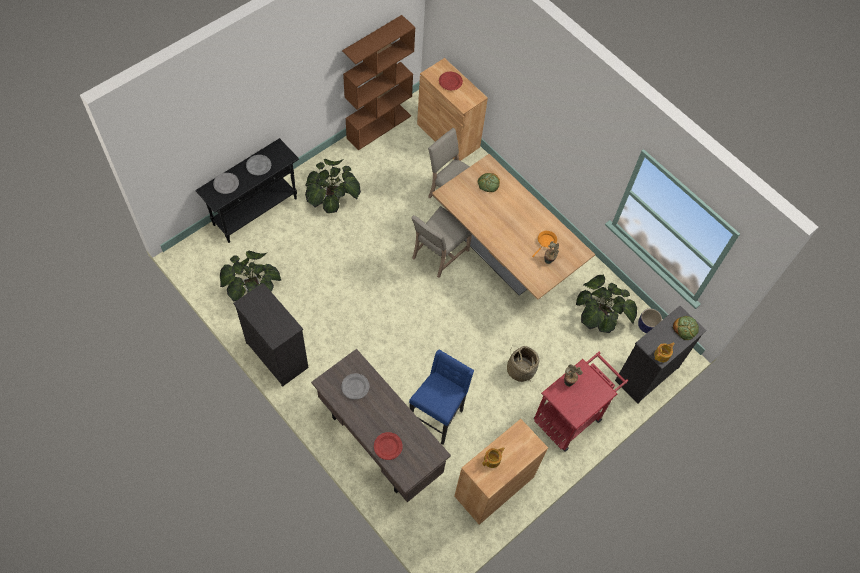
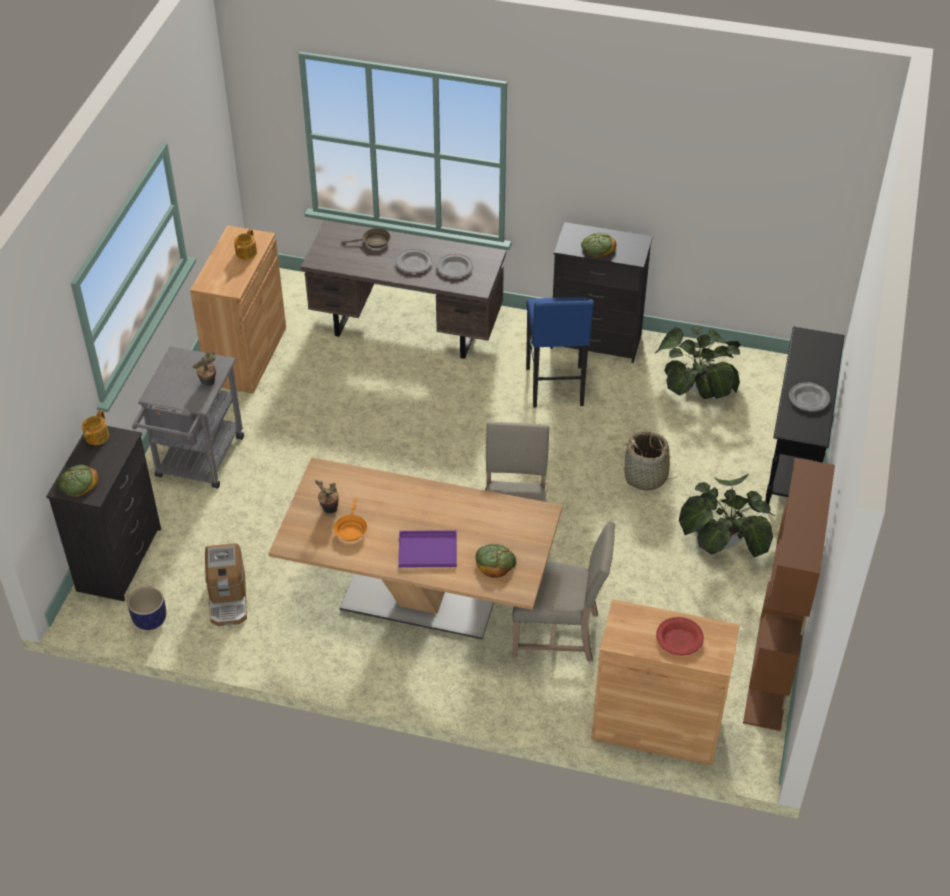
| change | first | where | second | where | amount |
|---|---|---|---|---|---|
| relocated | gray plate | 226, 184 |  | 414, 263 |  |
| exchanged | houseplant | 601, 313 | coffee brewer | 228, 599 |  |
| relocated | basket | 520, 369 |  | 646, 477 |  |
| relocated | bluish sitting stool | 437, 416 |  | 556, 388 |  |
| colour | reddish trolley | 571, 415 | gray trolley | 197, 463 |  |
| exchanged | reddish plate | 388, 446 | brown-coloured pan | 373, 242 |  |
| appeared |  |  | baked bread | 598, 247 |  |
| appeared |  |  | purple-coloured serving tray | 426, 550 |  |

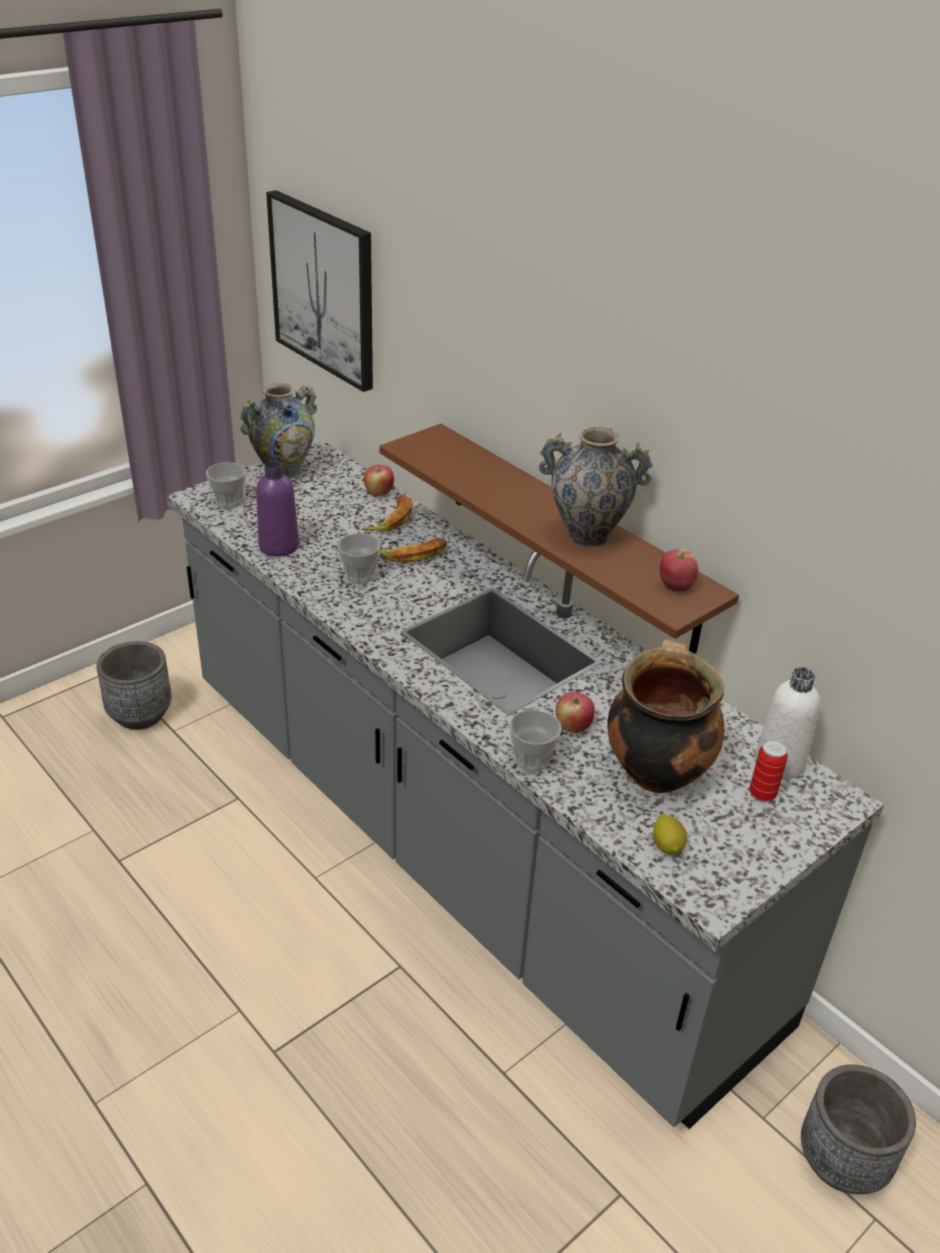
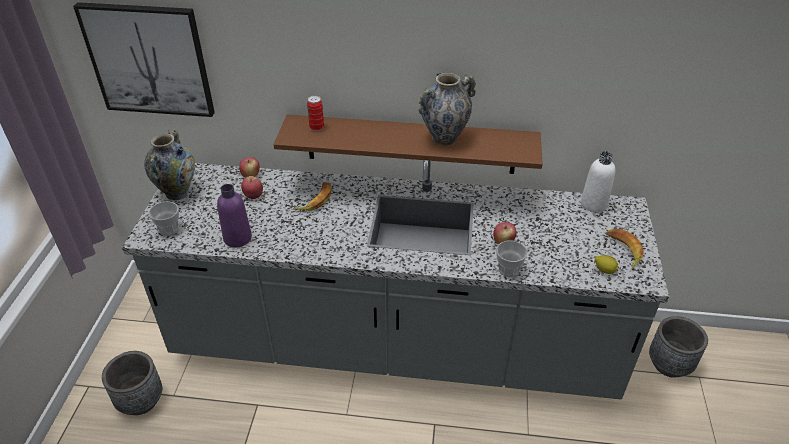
| change | first | where | second | where | amount |
|---|---|---|---|---|---|
| relocated | banana | 390, 519 |  | 623, 250 |  |
| missing | cup | 359, 576 |  |  |  |
| relocated | whole apple | 676, 586 |  | 253, 196 |  |
| missing | cooking pot | 655, 770 |  |  |  |
| relocated | metal can | 762, 794 |  | 316, 127 |  |

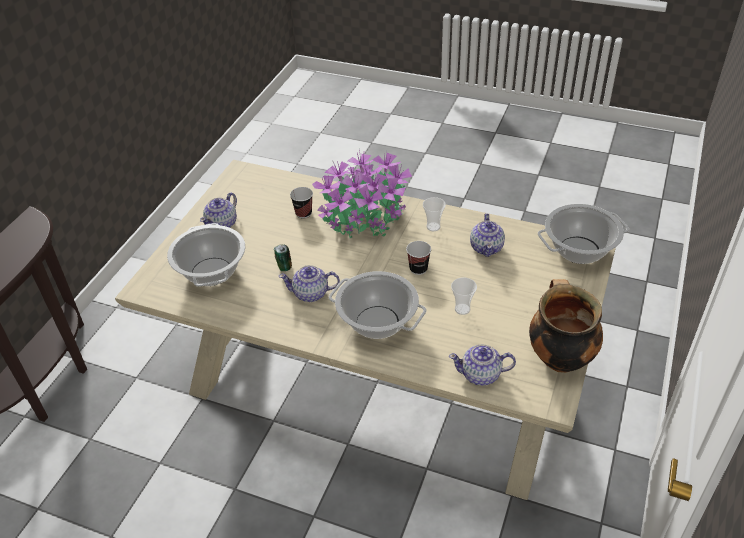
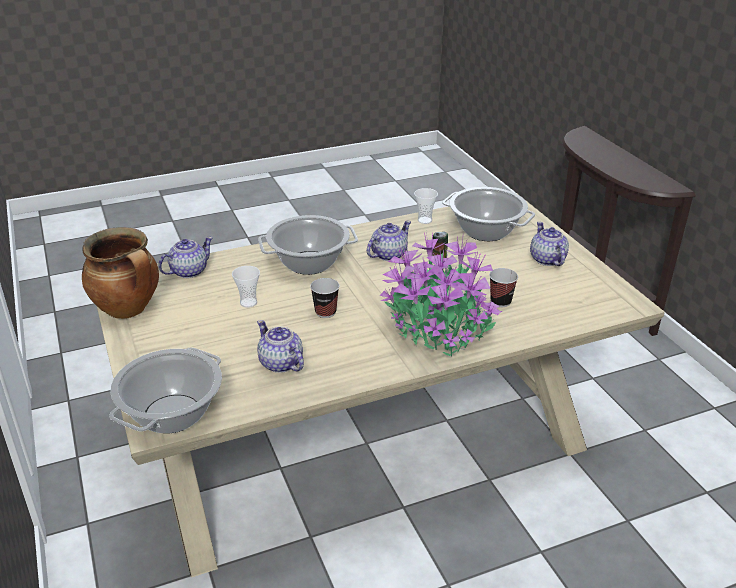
| change | first | where | second | where | amount |
|---|---|---|---|---|---|
| relocated | cup | 433, 227 |  | 424, 220 |  |

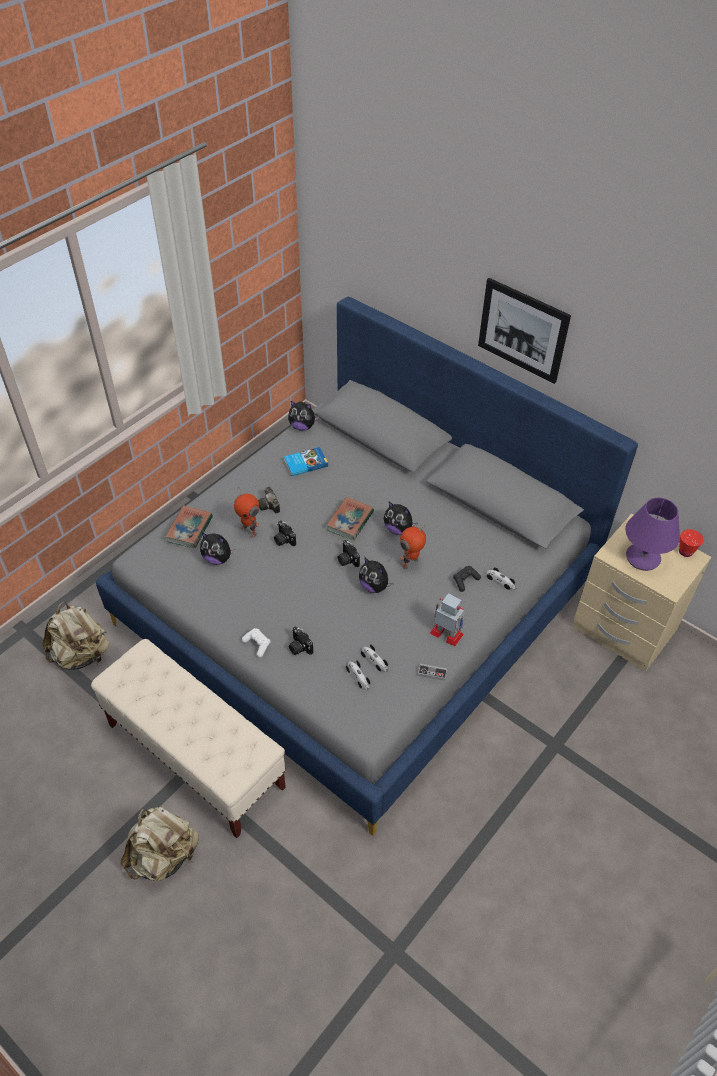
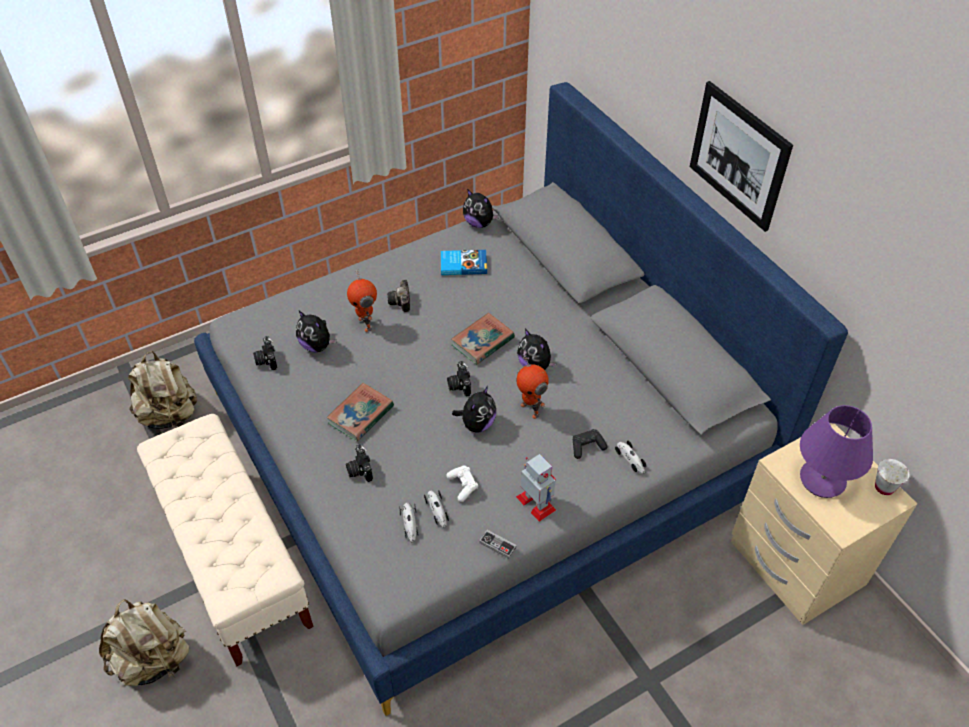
| change | first | where | second | where | amount |
|---|---|---|---|---|---|
| relocated | book | 189, 529 |  | 361, 415 |  |
| relocated | photo camera | 283, 540 |  | 266, 360 |  |
| spun | toy robot | 411, 564 |  | 531, 409 | 105 degrees counterclockwise |
| colour | reddish cup | 685, 551 | white cup | 884, 487 |  |
| spun | plush toy | 374, 586 |  | 477, 424 | 120 degrees counterclockwise |
| relocated | white game controller | 257, 645 |  | 463, 486 |  |

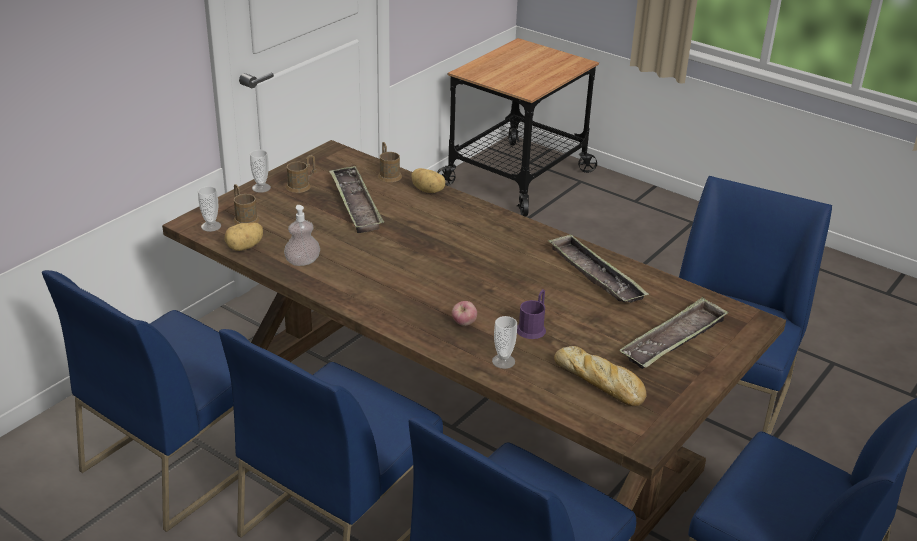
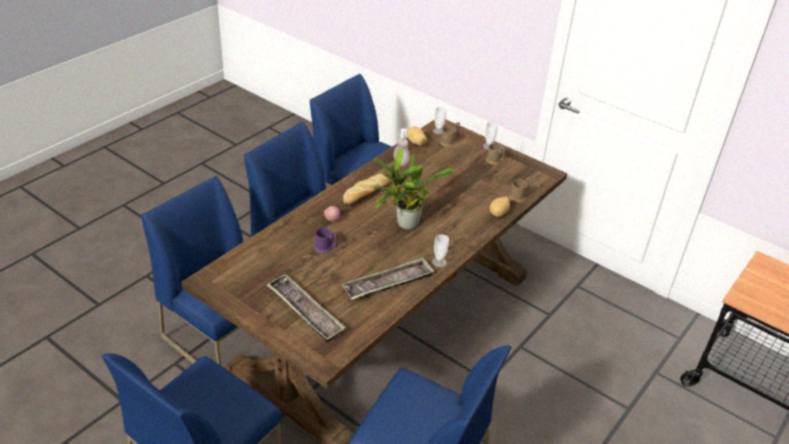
| change | first | where | second | where | amount |
|---|---|---|---|---|---|
| missing | serving tray | 355, 204 |  |  |  |
| relocated | cup | 503, 361 |  | 439, 262 |  |
| relocated | baked bread | 600, 383 |  | 365, 194 |  |
| appeared |  |  | houseplant | 404, 225 |  |

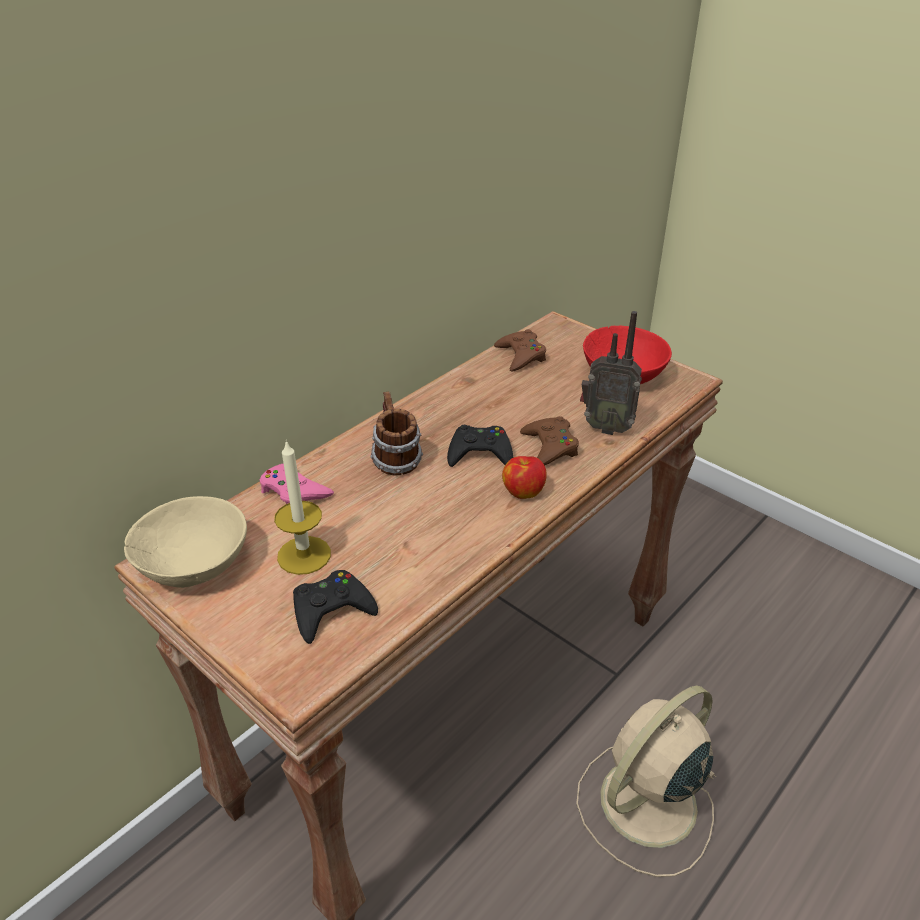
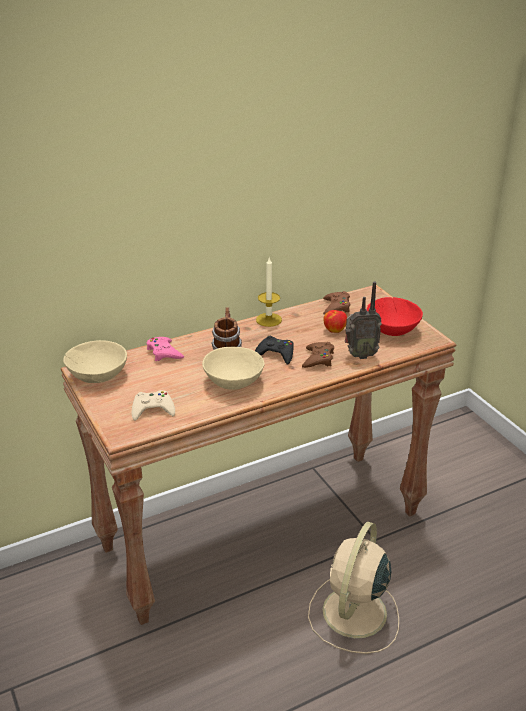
| change | first | where | second | where | amount |
|---|---|---|---|---|---|
| spun | radio | 605, 427 |  | 359, 355 | 45 degrees counterclockwise |
| relocated | wax candle | 304, 555 |  | 268, 320 |  |
| relocated | whole apple | 523, 491 |  | 334, 330 |  |
| colour | black game controller | 331, 610 | beige game controller | 153, 409 |  |
| spun | beige electric fan | 645, 804 |  | 353, 614 | 45 degrees counterclockwise |
| appeared |  |  | beige deep dish | 233, 382 |  |

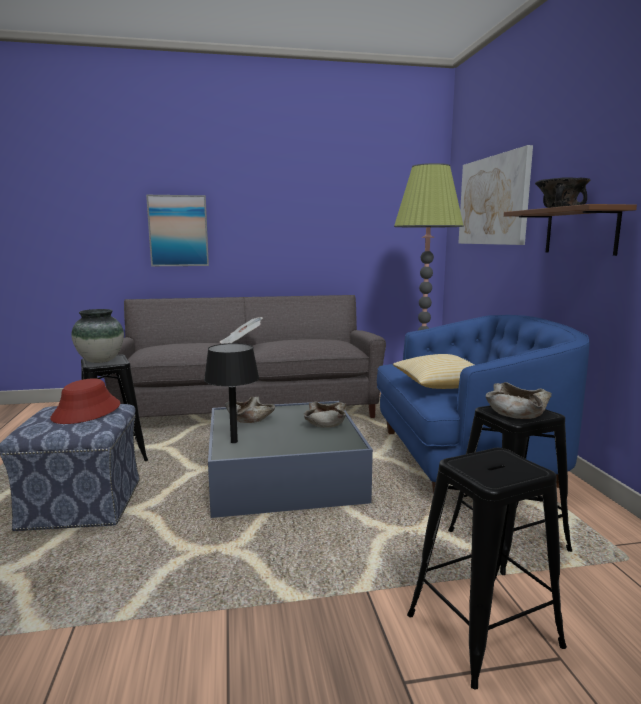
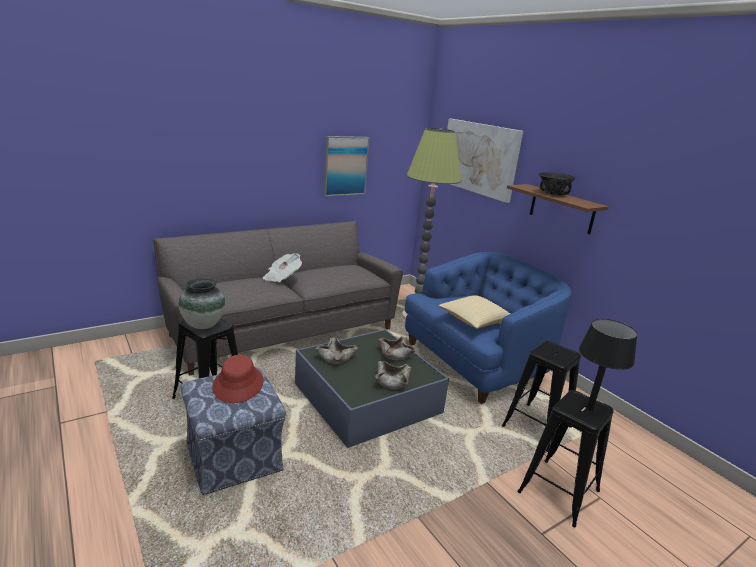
| change | first | where | second | where | amount |
|---|---|---|---|---|---|
| relocated | wall picture | 178, 231 |  | 345, 166 |  |
| relocated | black lamp for a table | 234, 442 |  | 590, 408 |  |
| relocated | beige deep dish | 517, 412 |  | 392, 381 |  |

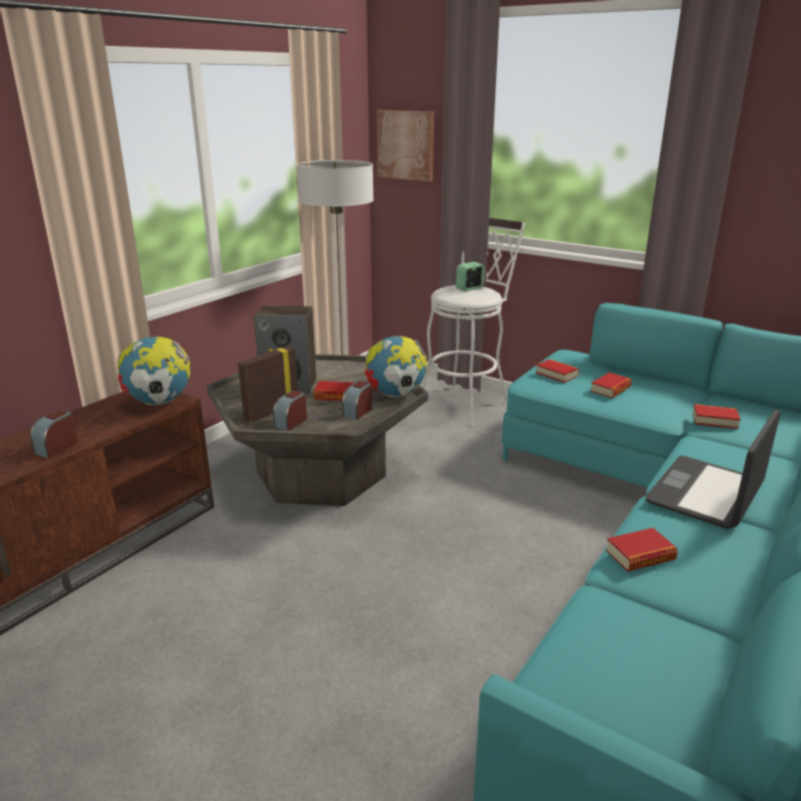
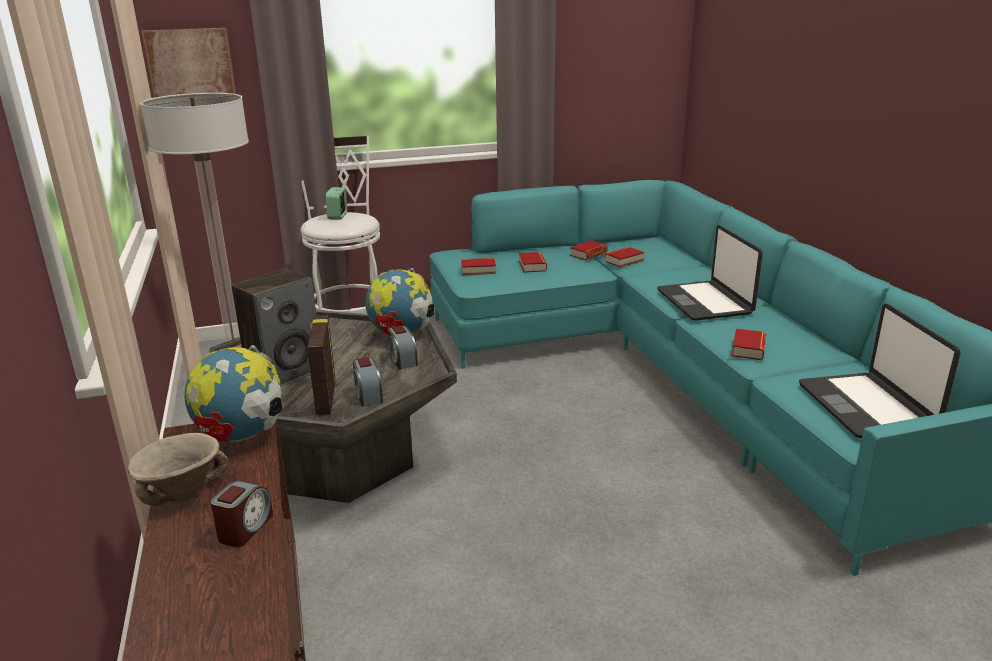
| change | first | where | second | where | amount |
|---|---|---|---|---|---|
| relocated | book | 334, 396 |  | 588, 254 |  |
| spun | table clock | 57, 447 |  | 245, 528 | 135 degrees counterclockwise |
| appeared |  |  | notebook computer | 867, 406 |  |
| appeared |  |  | beige deep dish | 182, 492 |  |

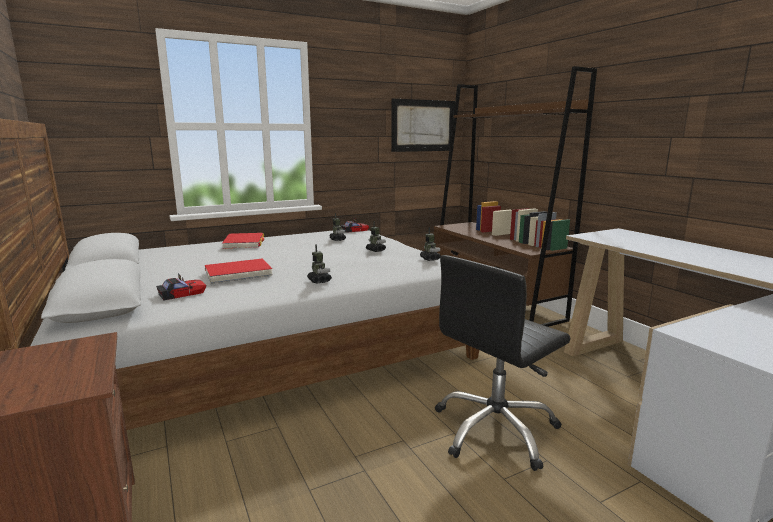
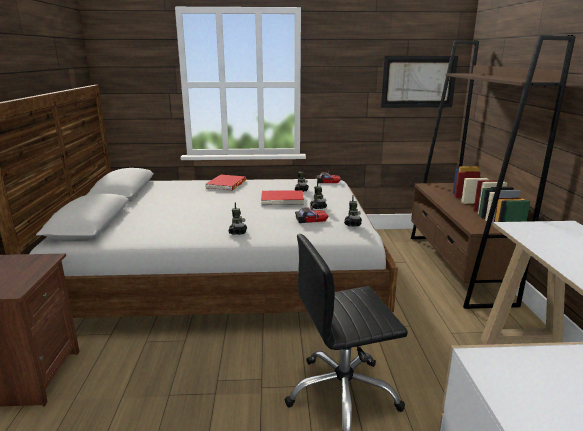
| change | first | where | second | where | amount |
|---|---|---|---|---|---|
| relocated | reddish book | 238, 274 |  | 282, 200 |  |
| relocated | model car | 182, 293 |  | 311, 219 |  |

